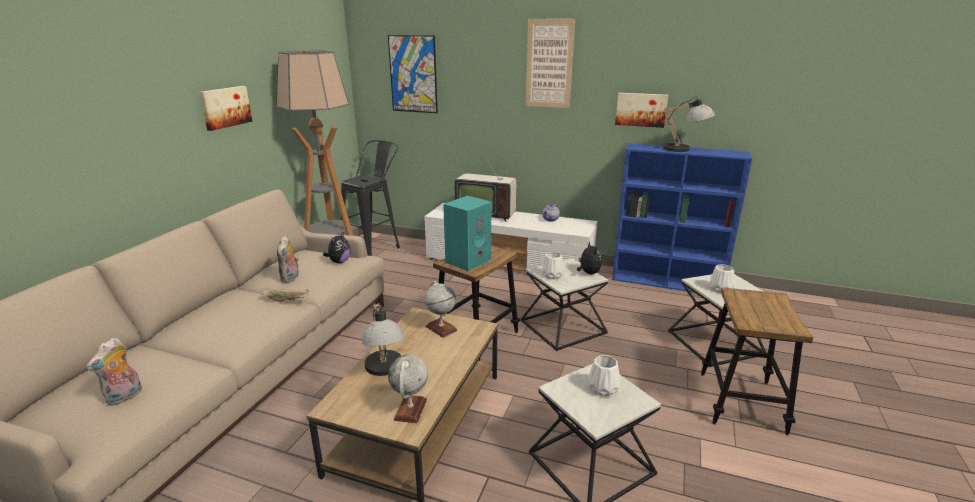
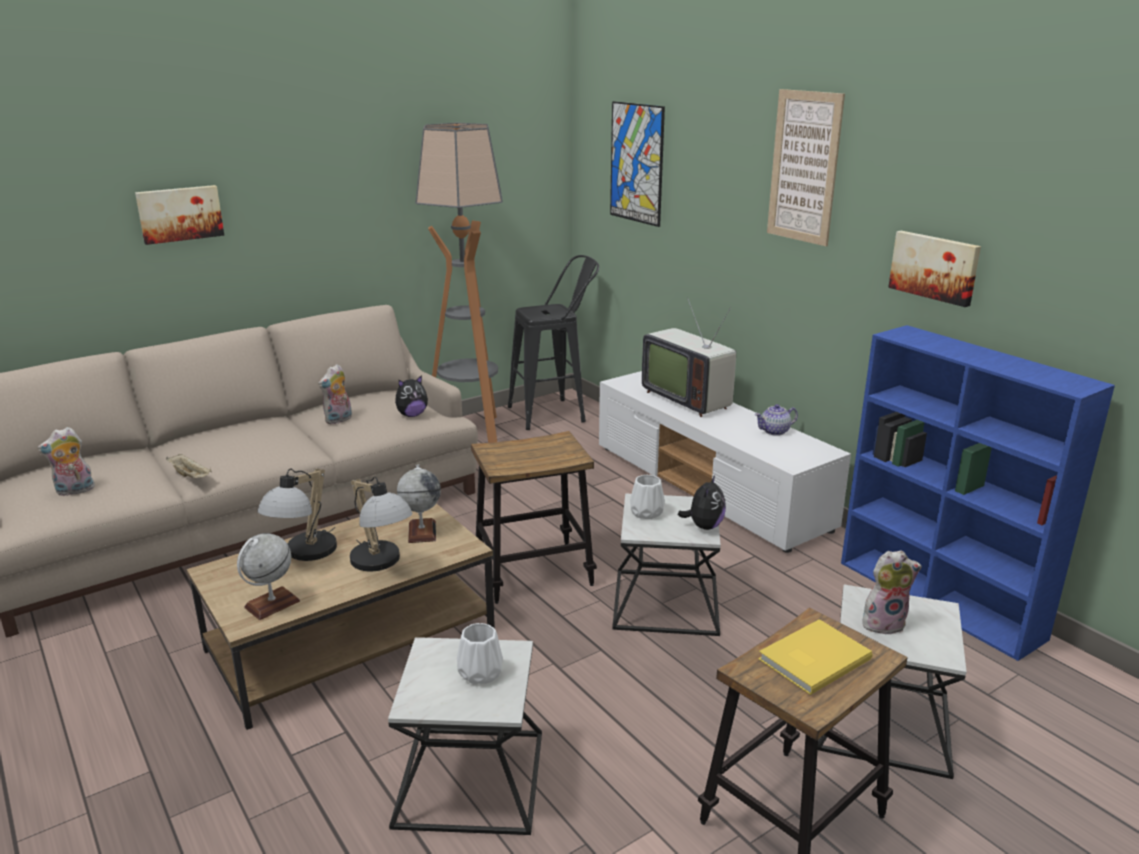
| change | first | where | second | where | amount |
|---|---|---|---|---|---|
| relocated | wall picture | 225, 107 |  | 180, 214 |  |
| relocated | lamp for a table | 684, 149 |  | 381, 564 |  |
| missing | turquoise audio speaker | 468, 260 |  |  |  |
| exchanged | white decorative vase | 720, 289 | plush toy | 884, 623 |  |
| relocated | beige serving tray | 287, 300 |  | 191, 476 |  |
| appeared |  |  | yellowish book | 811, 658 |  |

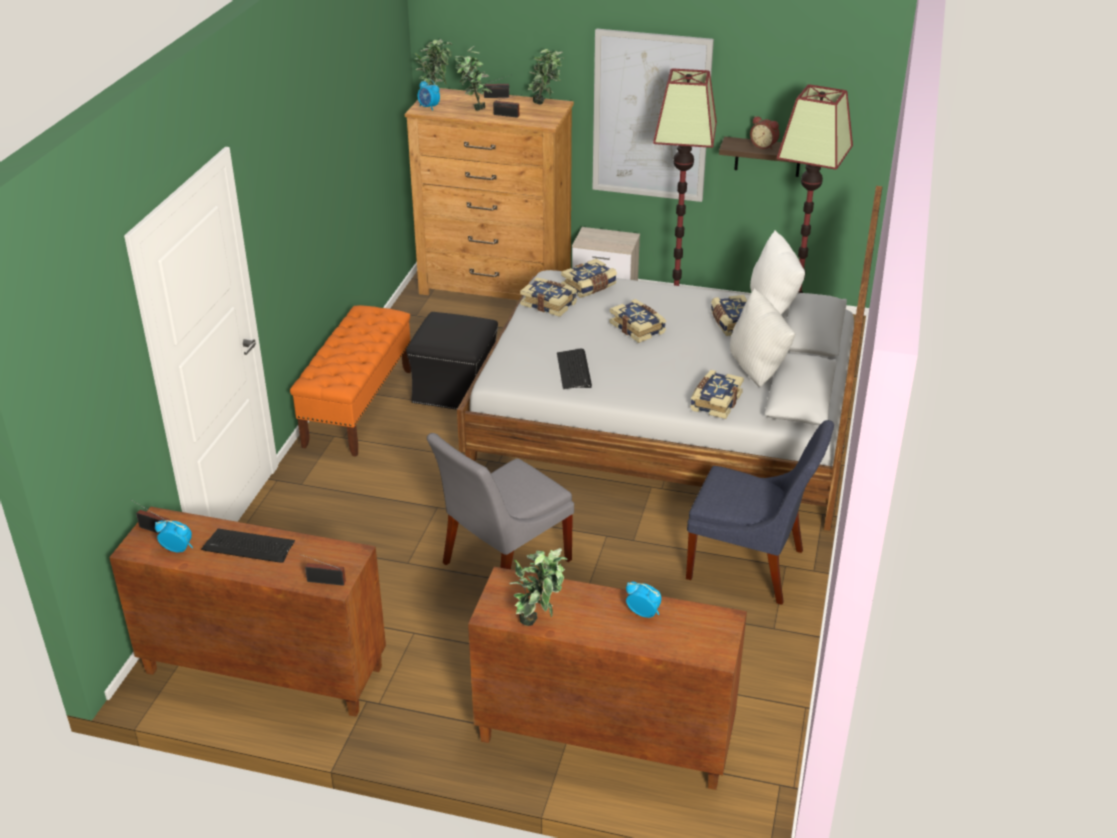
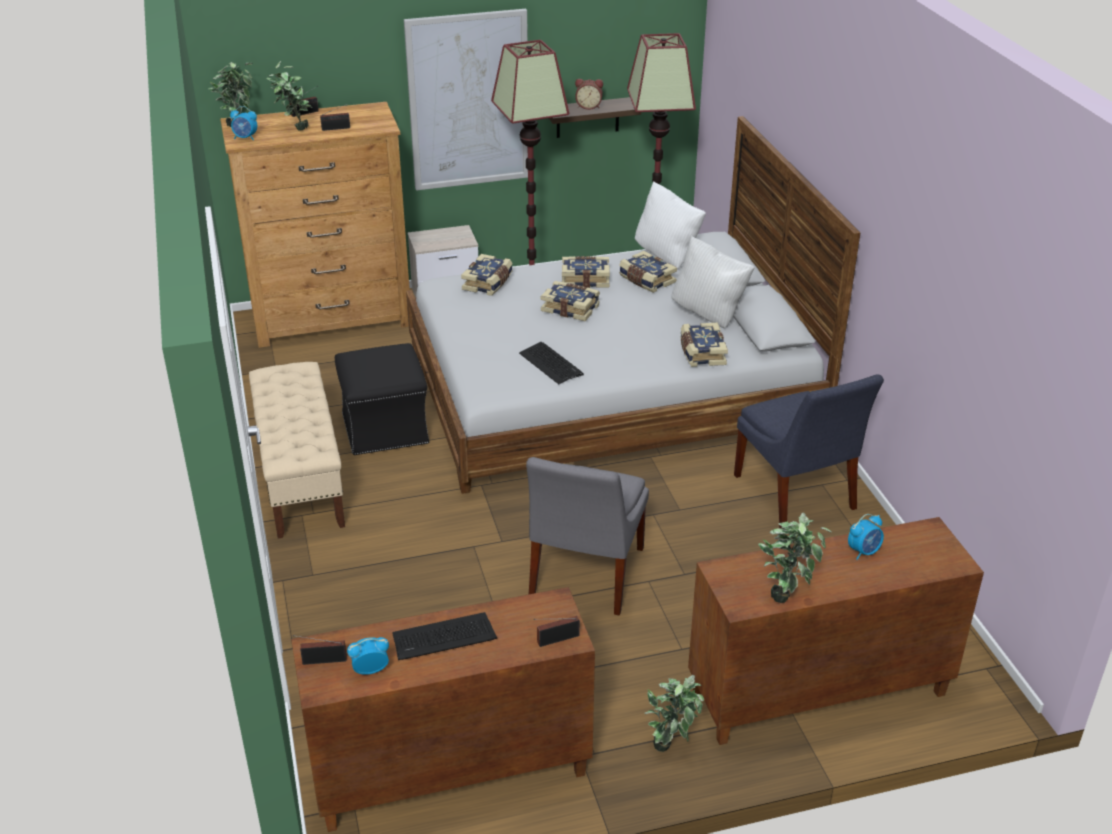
| change | first | where | second | where | amount |
|---|---|---|---|---|---|
| relocated | houseplant | 545, 104 |  | 672, 744 |  |
| relocated | book | 549, 304 |  | 585, 279 |  |
| colour | orangey bench | 358, 407 | beige bench | 301, 478 |  |
| spun | bluish upright chair | 750, 566 |  | 796, 495 | 75 degrees clockwise |
| spun | table clock | 643, 613 |  | 864, 551 | 150 degrees clockwise |

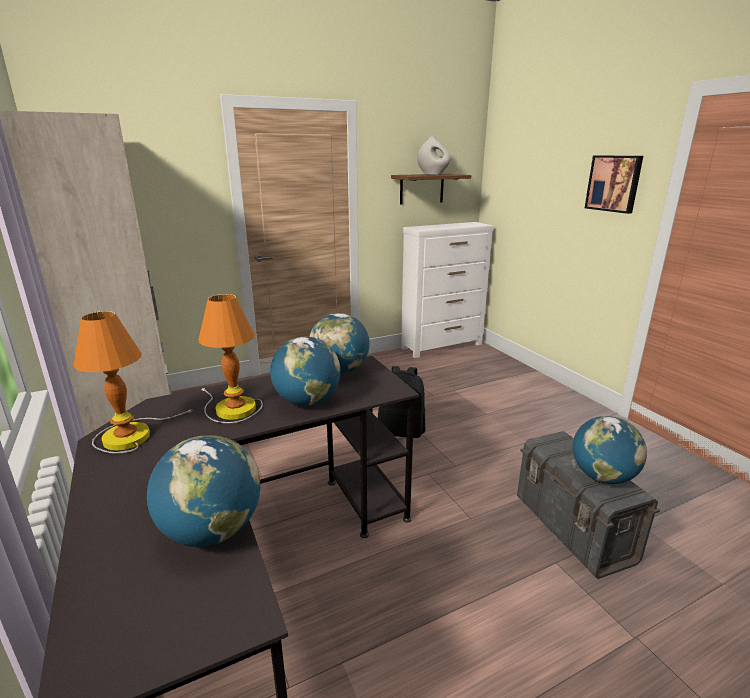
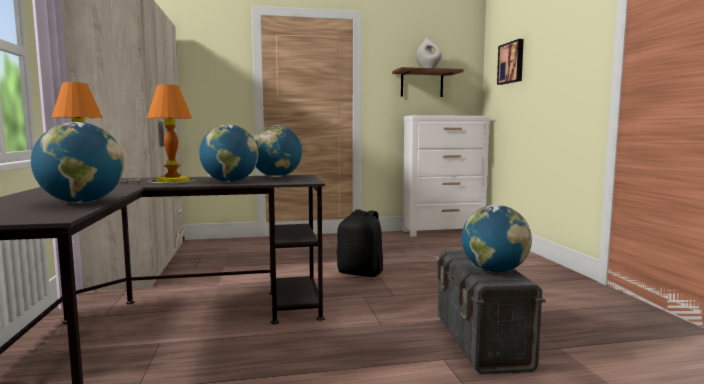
| change | first | where | second | where | amount |
|---|---|---|---|---|---|
| relocated | wall picture | 614, 183 |  | 511, 62 |  |

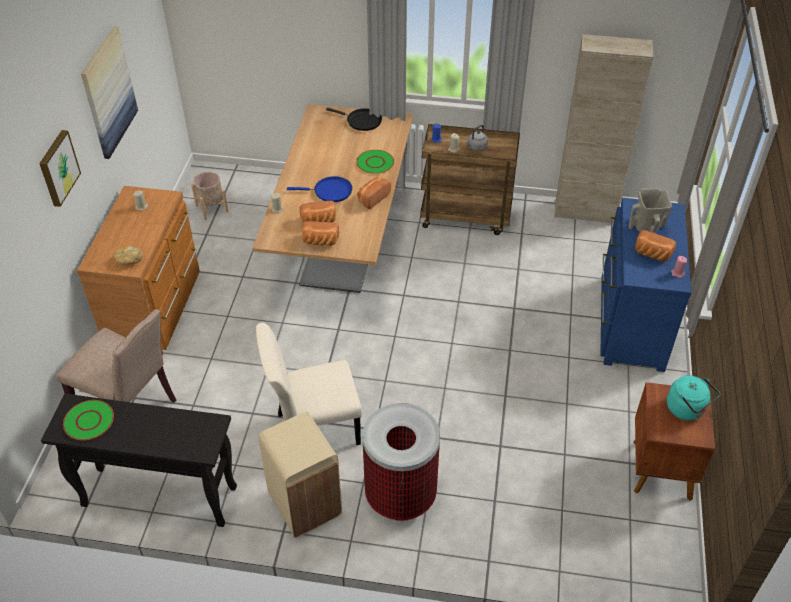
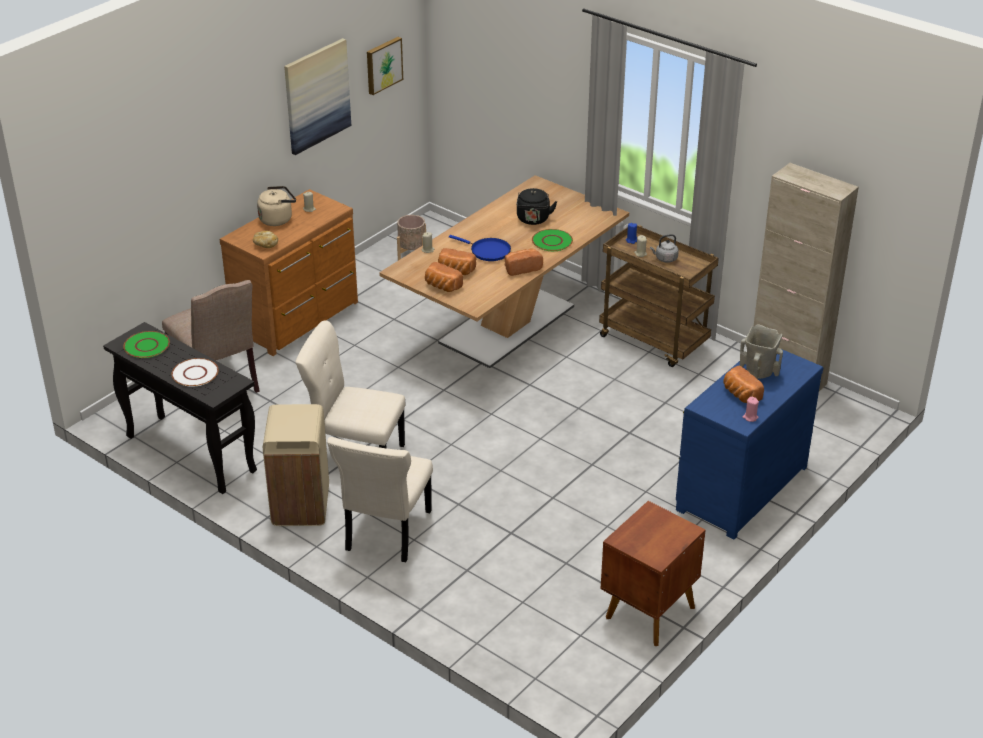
| change | first | where | second | where | amount |
|---|---|---|---|---|---|
| missing | black pan | 361, 121 |  |  |  |
| relocated | wall picture | 57, 168 |  | 383, 65 |  |
| missing | turquoise tea kettle | 687, 409 |  |  |  |
| exchanged | waste bin | 400, 496 | beige upright chair | 386, 533 |  |
| appeared |  |  | beige tea kettle | 277, 219 |  |
| appeared |  |  | black tea kettle | 533, 220 |  |
| appeared |  |  | white plate | 195, 374 |  |

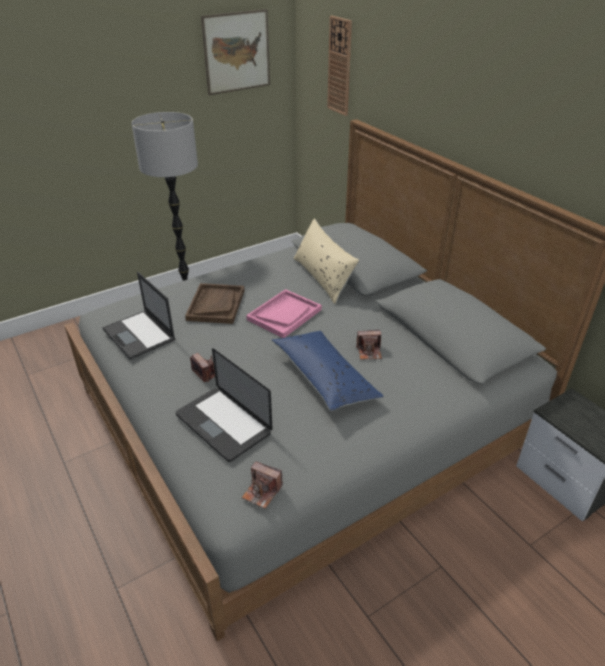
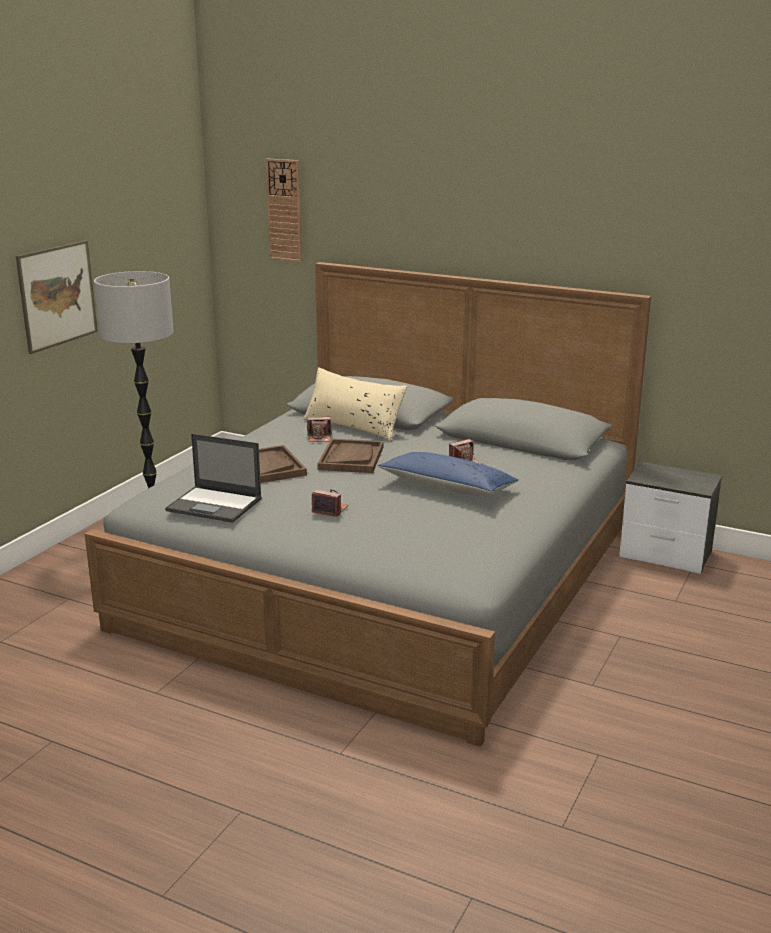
| change | first | where | second | where | amount |
|---|---|---|---|---|---|
| relocated | wall picture | 237, 52 |  | 57, 295 |  |
| colour | pinkish serving tray | 284, 314 | brown-coloured serving tray | 351, 458 |  |
| missing | notebook computer | 223, 424 |  |  |  |
| relocated | photo camera | 262, 492 |  | 319, 438 |  |

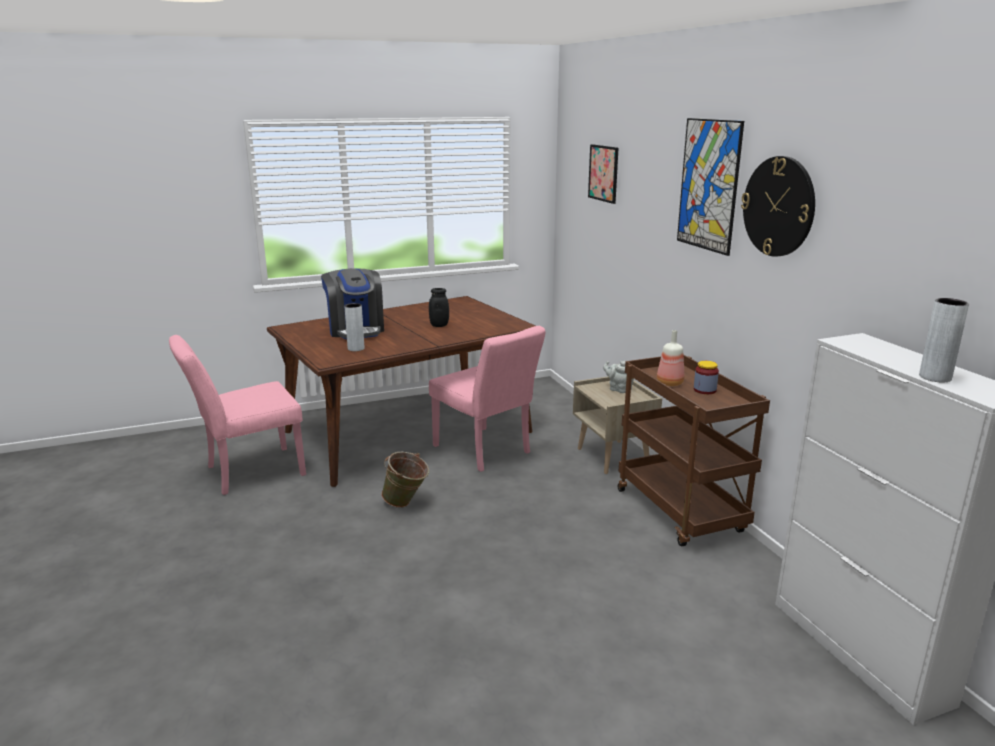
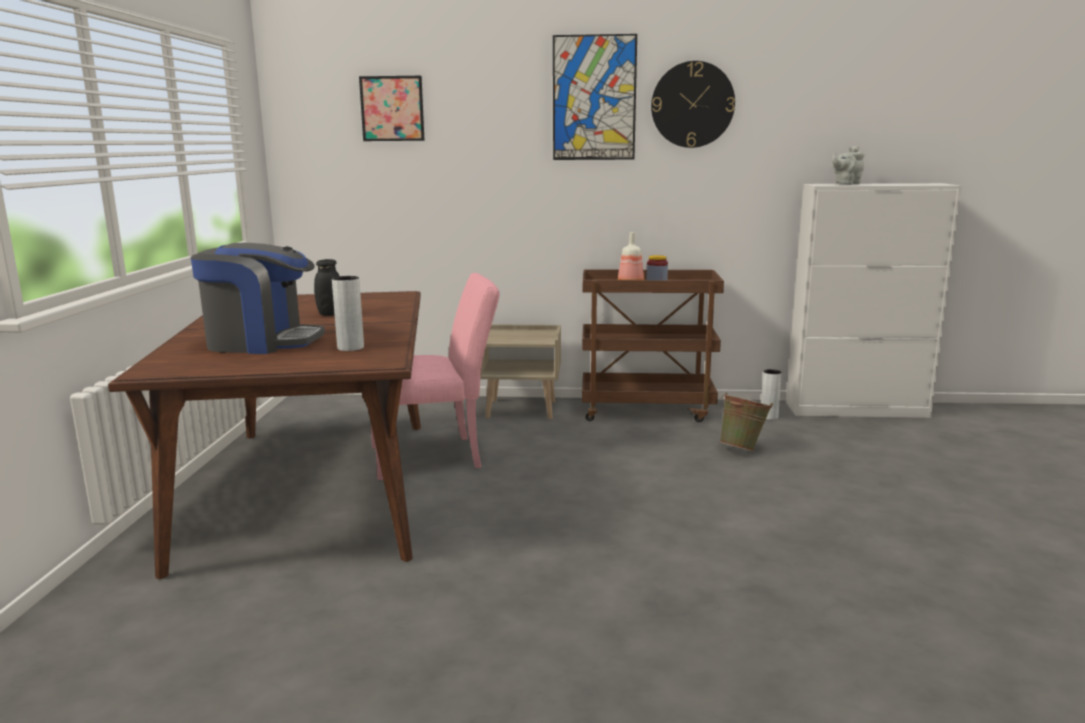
| change | first | where | second | where | amount |
|---|---|---|---|---|---|
| relocated | gray decorative vase | 935, 377 |  | 769, 417 |  |
| missing | pinkish upright chair | 247, 472 |  |  |  |
| relocated | gray teapot | 618, 389 |  | 846, 184 |  |
| relocated | green-coloured water bucket | 406, 504 |  | 742, 449 |  |

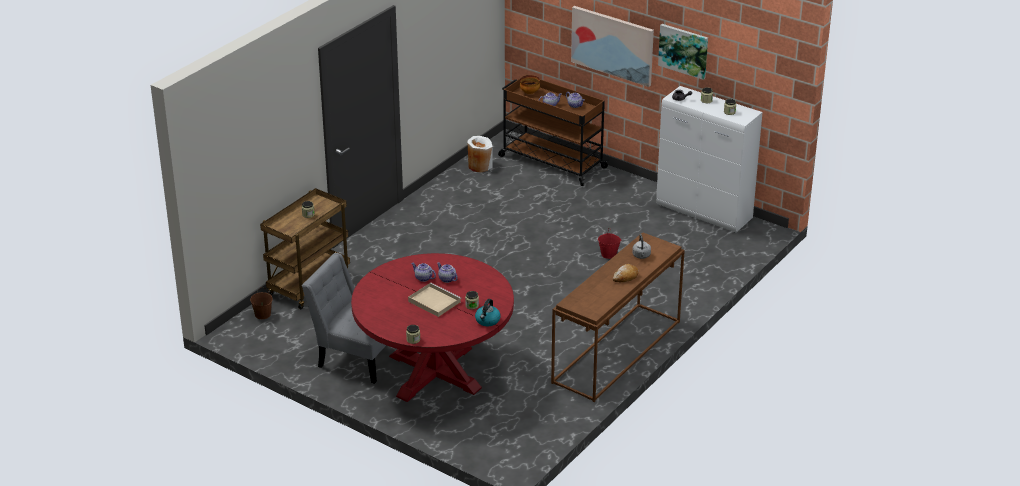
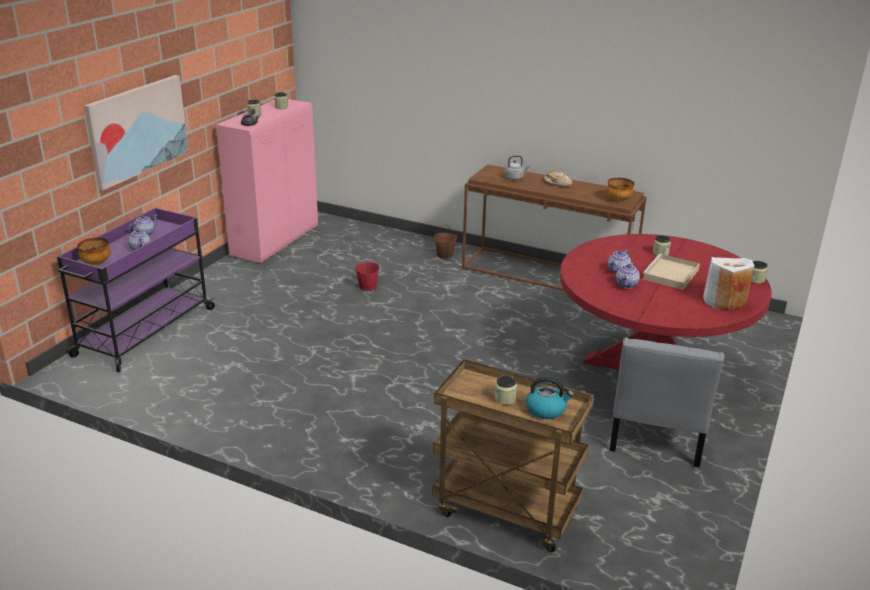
| change | first | where | second | where | amount |
|---|---|---|---|---|---|
| missing | wall picture | 683, 50 |  |  |  |
| colour | brown-coloured trolley | 551, 161 | purple-coloured trolley | 144, 332 |  |
| colour | white cabinet | 704, 213 | pinkish cabinet | 275, 241 |  |
| relocated | white decorative vase | 480, 166 |  | 724, 301 |  |
| relocated | brown-coloured water bucket | 262, 314 |  | 444, 255 |  |
| relocated | tea kettle | 487, 321 |  | 546, 410 |  |
| appeared |  |  | deep dish | 618, 200 |  |

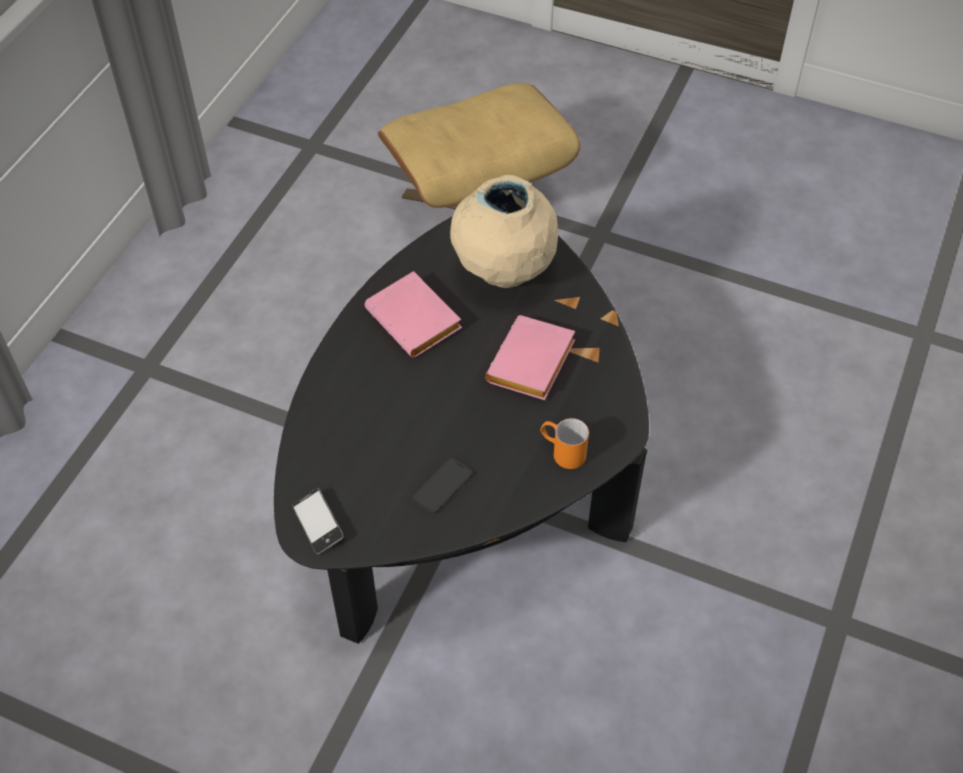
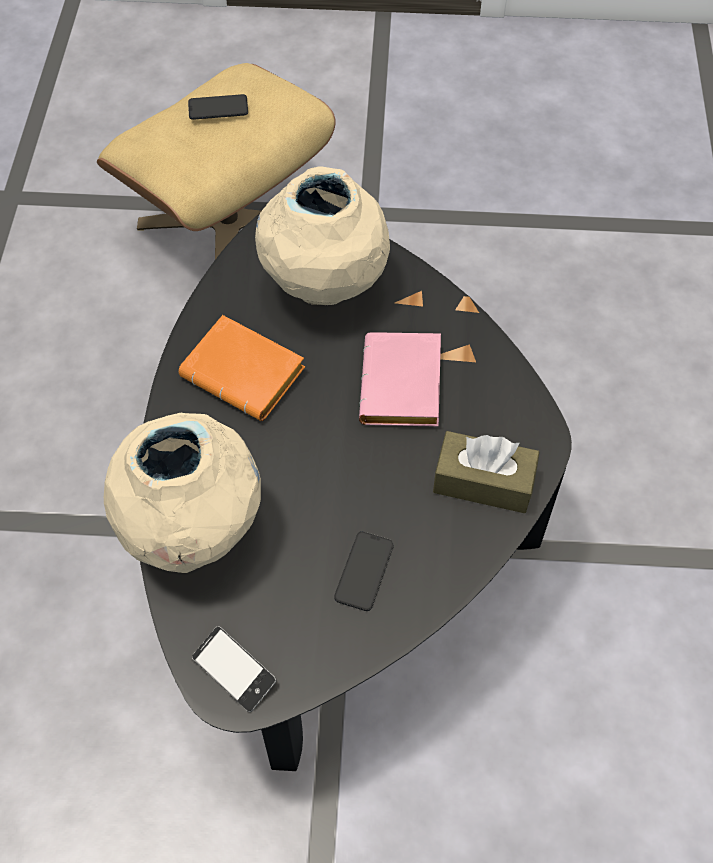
| change | first | where | second | where | amount |
|---|---|---|---|---|---|
| colour | pinkish book | 417, 321 | orangey book | 247, 374 |  |
| exchanged | orangey mug | 562, 451 | brown-coloured tissue holder | 483, 482 |  |
| appeared |  |  | handset | 218, 108 |  |
| appeared |  |  | beige decorative vase | 194, 534 |  |

